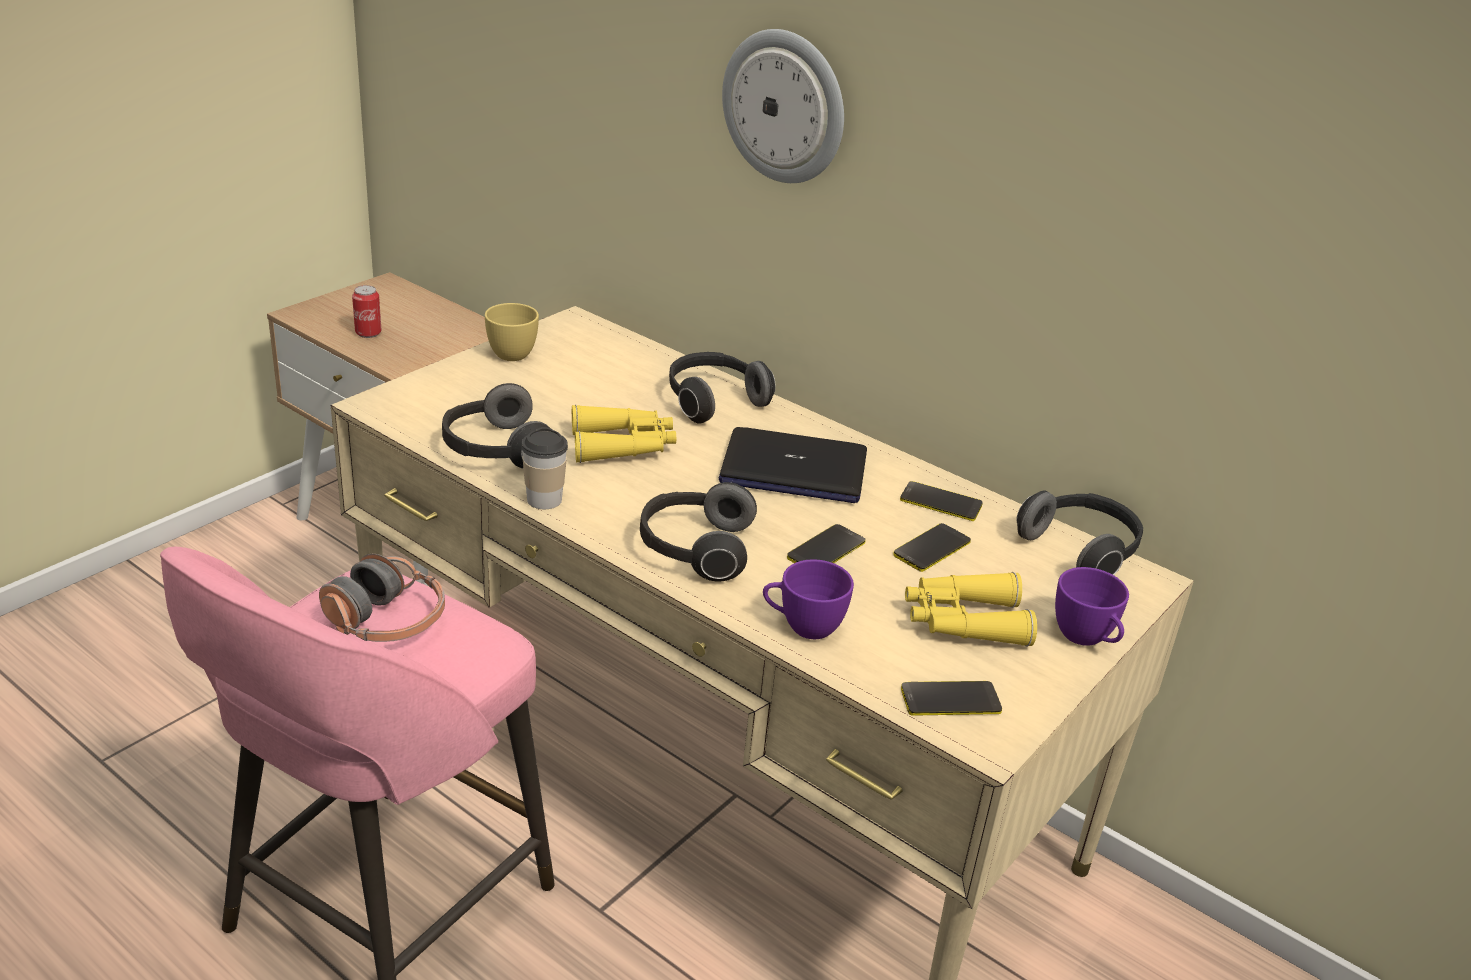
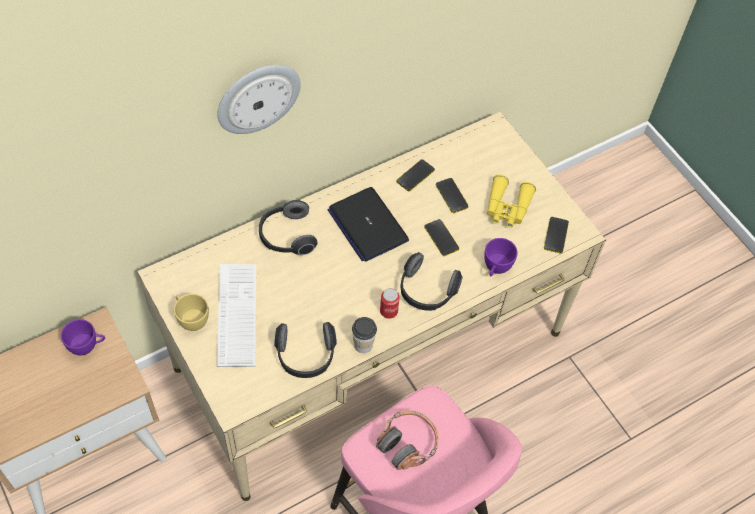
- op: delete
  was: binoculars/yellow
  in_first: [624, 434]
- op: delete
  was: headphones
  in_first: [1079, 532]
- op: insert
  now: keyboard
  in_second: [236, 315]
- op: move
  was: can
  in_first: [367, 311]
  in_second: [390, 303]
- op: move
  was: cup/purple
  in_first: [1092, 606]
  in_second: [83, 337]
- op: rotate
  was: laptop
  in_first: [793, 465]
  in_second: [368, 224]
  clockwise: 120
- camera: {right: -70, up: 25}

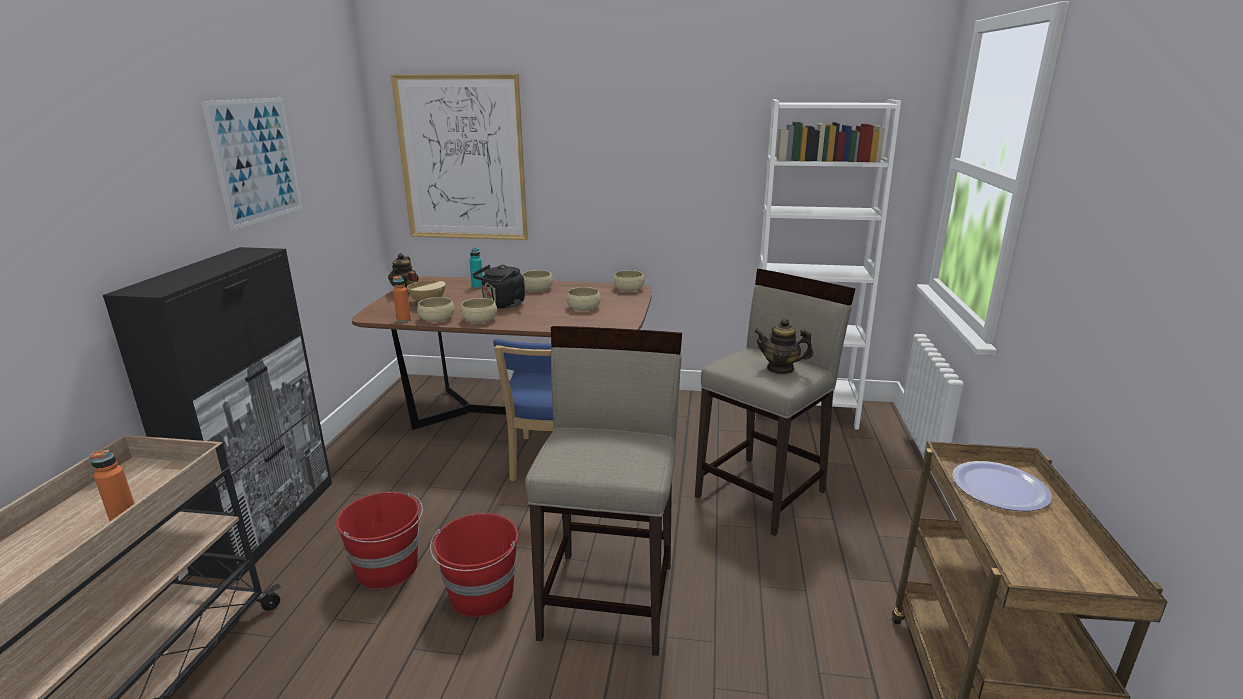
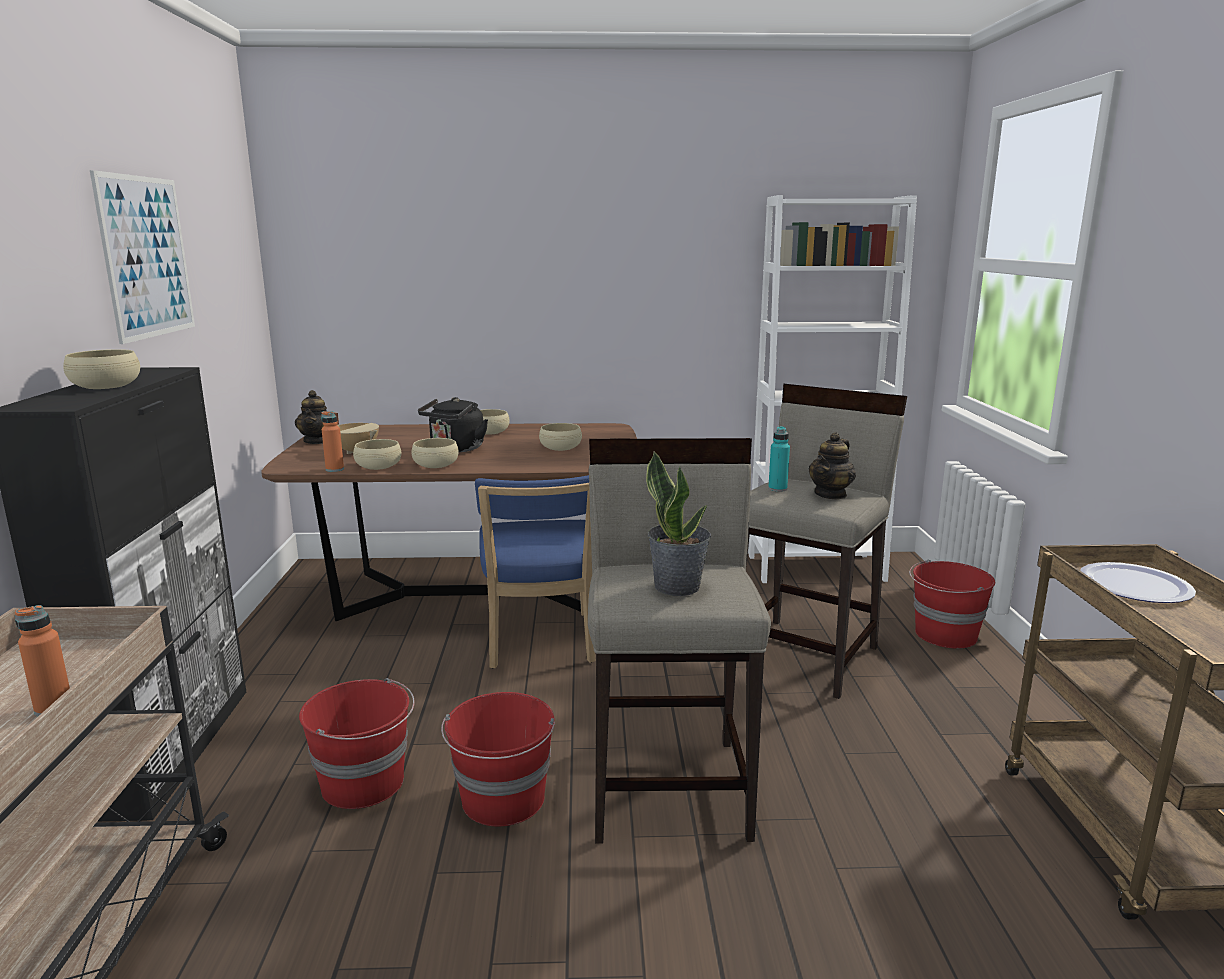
- op: delete
  was: picture
  in_first: [459, 157]
- op: insert
  now: potted plant
  in_second: [678, 523]
- op: insert
  now: bucket/red
  in_second: [952, 603]
- op: move
  was: bottle/turquoise
  in_first: [476, 268]
  in_second: [779, 459]
- op: move
  was: bowl/beige
  in_first: [629, 281]
  in_second: [101, 369]
- op: rotate
  was: teapot
  in_first: [784, 346]
  in_second: [832, 466]
  clockwise: -60
- camera: {right: -10, up: -5}

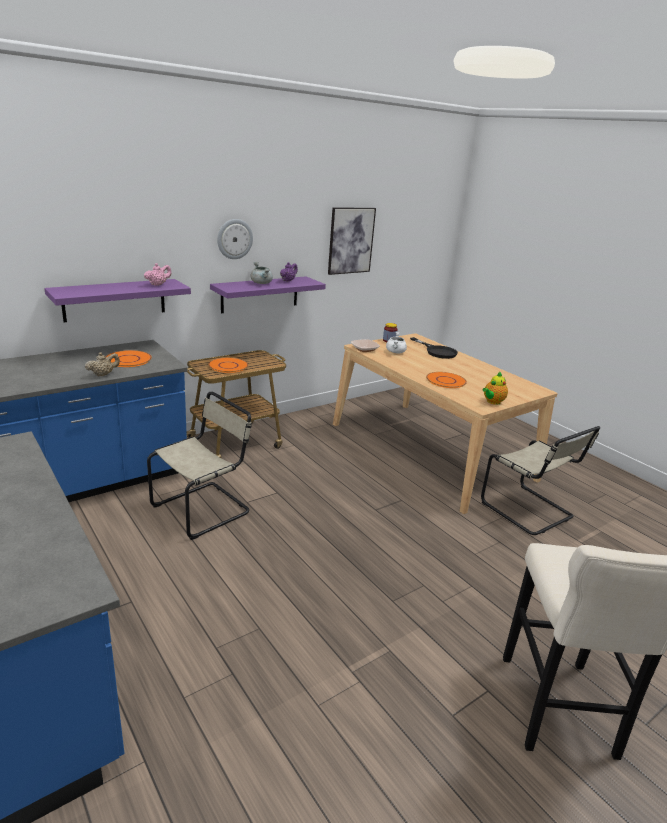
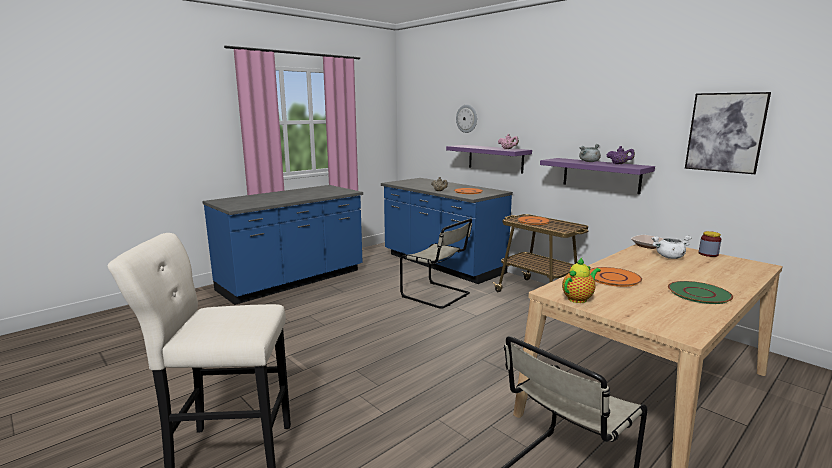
- op: delete
  was: frying pan/black
  in_first: [434, 348]
- op: insert
  now: plate/green
  in_second: [700, 292]
- op: move
  was: wall clock
  in_first: [235, 239]
  in_second: [466, 119]
- op: rotate
  was: teapot
  in_first: [495, 388]
  in_second: [581, 280]
  clockwise: 105
- camera: {right: 85, up: -10}

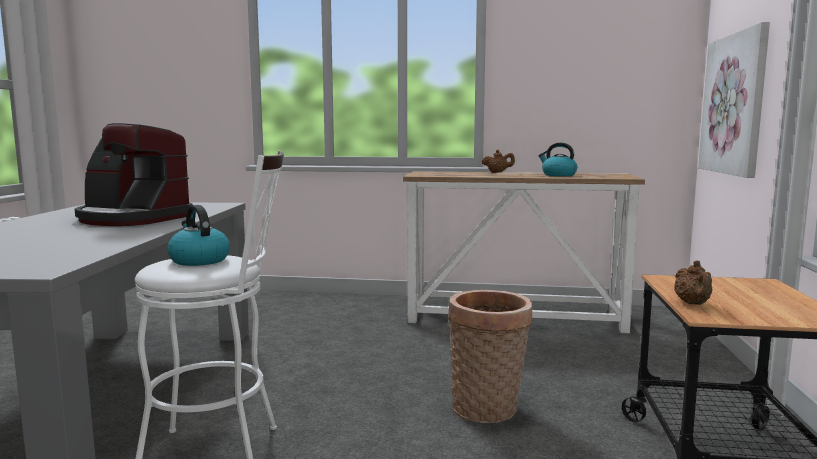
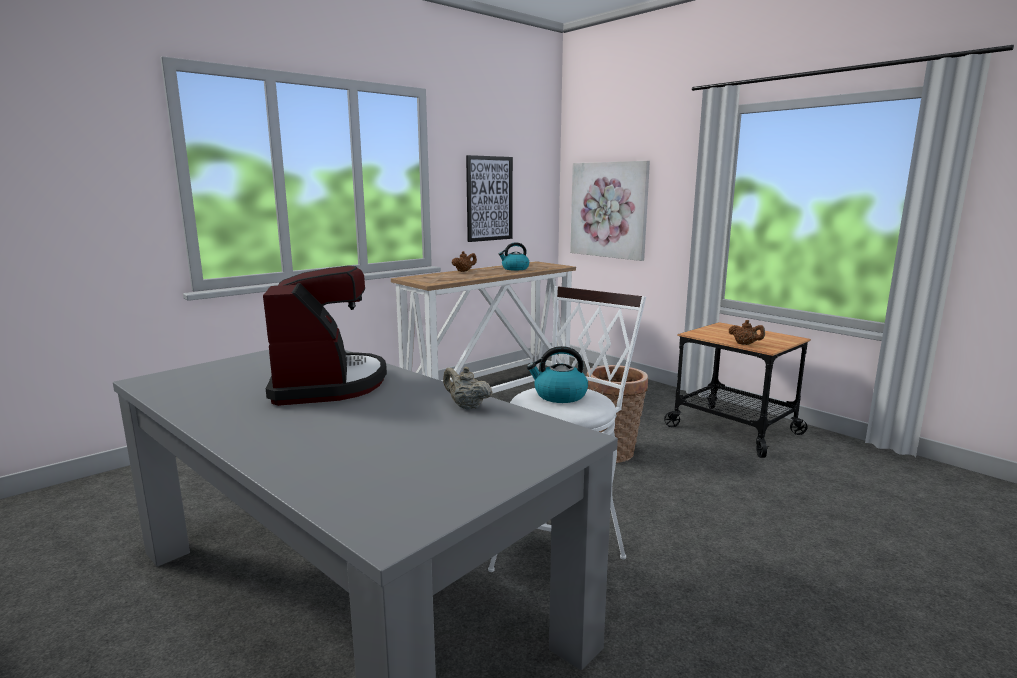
- op: insert
  now: teapot/beige
  in_second: [468, 388]
- op: insert
  now: picture
  in_second: [489, 198]
- op: rotate
  was: coffee machine
  in_first: [134, 174]
  in_second: [325, 336]
  clockwise: -75
- camera: {right: -50, up: 5}

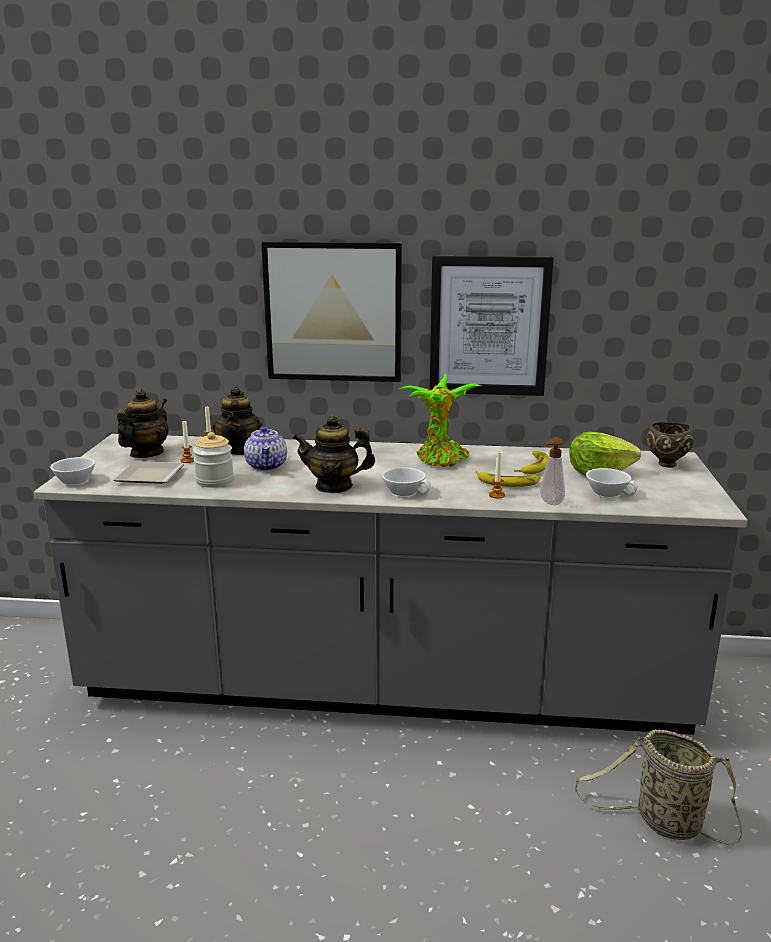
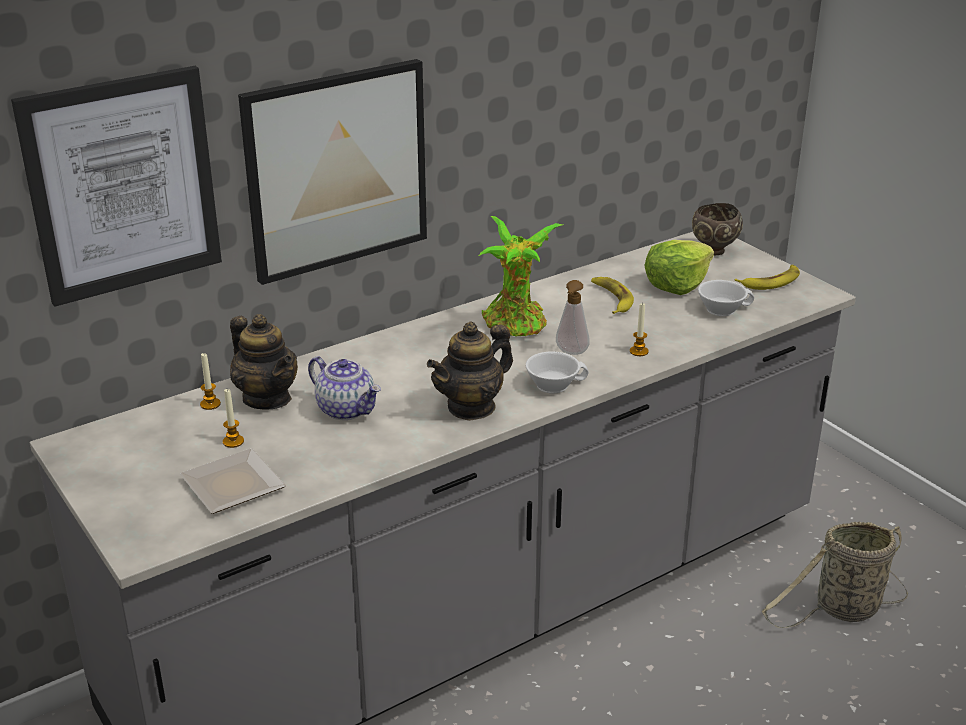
- op: delete
  was: cup/white
  in_first: [72, 471]
- op: delete
  was: teapot
  in_first: [143, 423]
- op: delete
  was: jar
  in_first: [213, 460]
- op: move
  was: picture
  in_first: [492, 326]
  in_second: [116, 186]
- op: move
  was: banana
  in_first: [508, 479]
  in_second: [767, 277]
- op: move
  was: soap dispenser
  in_first: [552, 471]
  in_second: [572, 317]
- camera: {right: -40, up: 10}

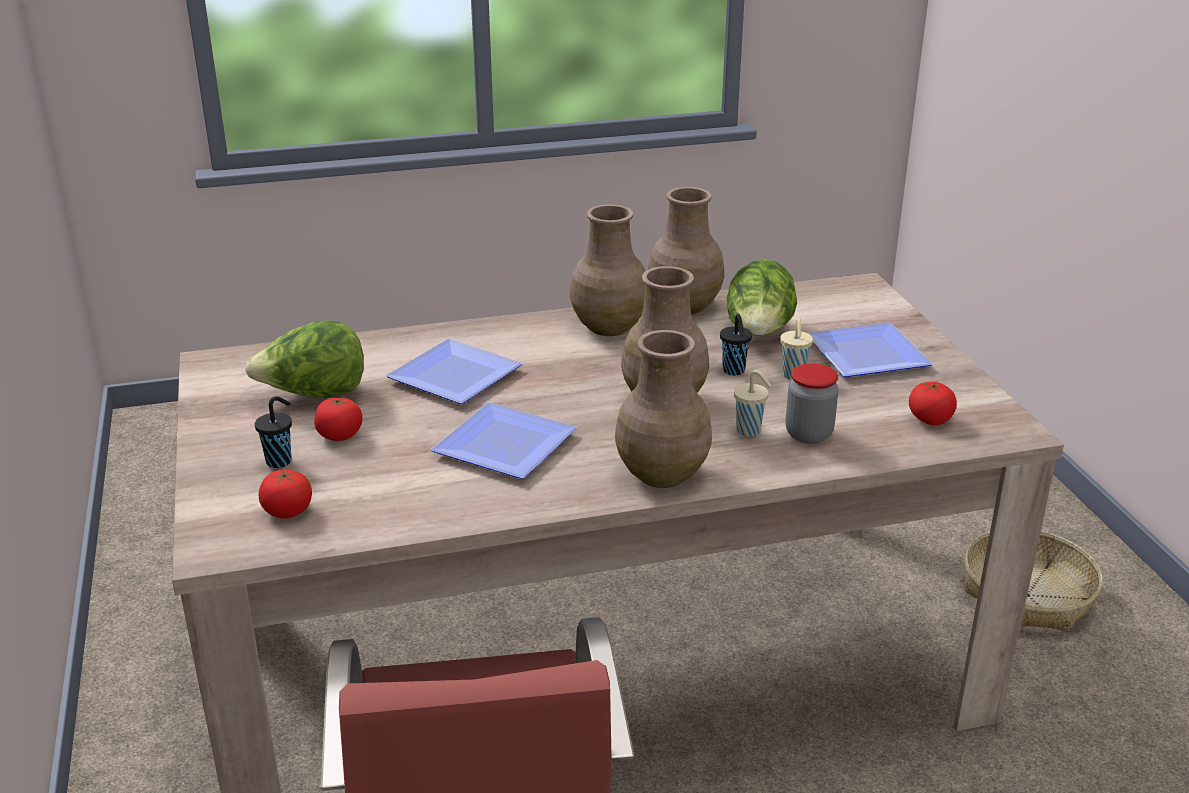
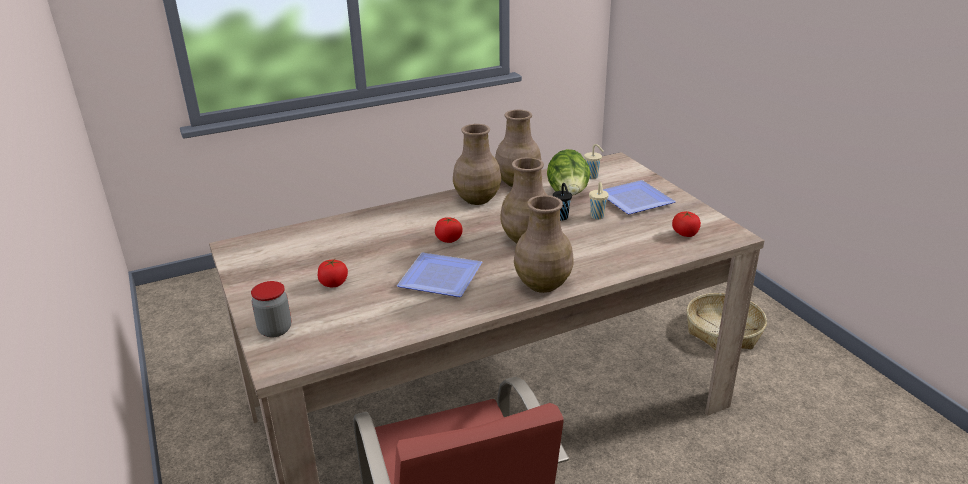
- op: delete
  was: lettuce
  in_first: [304, 359]
- op: delete
  was: cup/black
  in_first: [273, 432]
- op: delete
  was: plate
  in_first: [454, 371]
- op: move
  was: tomato
  in_first: [285, 494]
  in_second: [448, 230]
- op: move
  was: cup/beige
  in_first: [752, 403]
  in_second: [594, 161]
- op: move
  was: jar
  in_first: [812, 403]
  in_second: [271, 309]
- camera: {right: -10, up: 0}

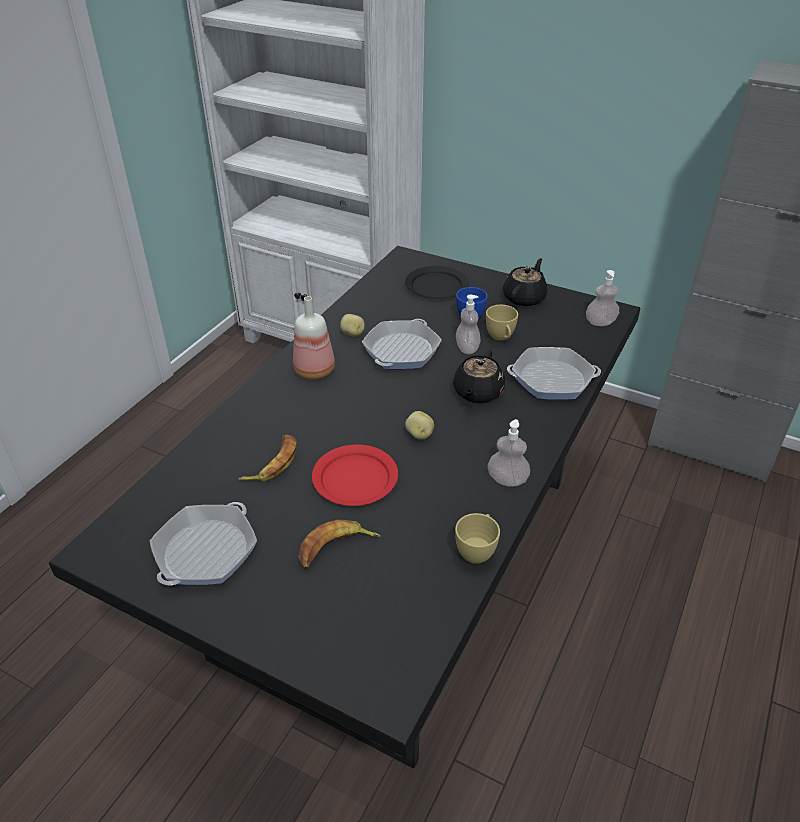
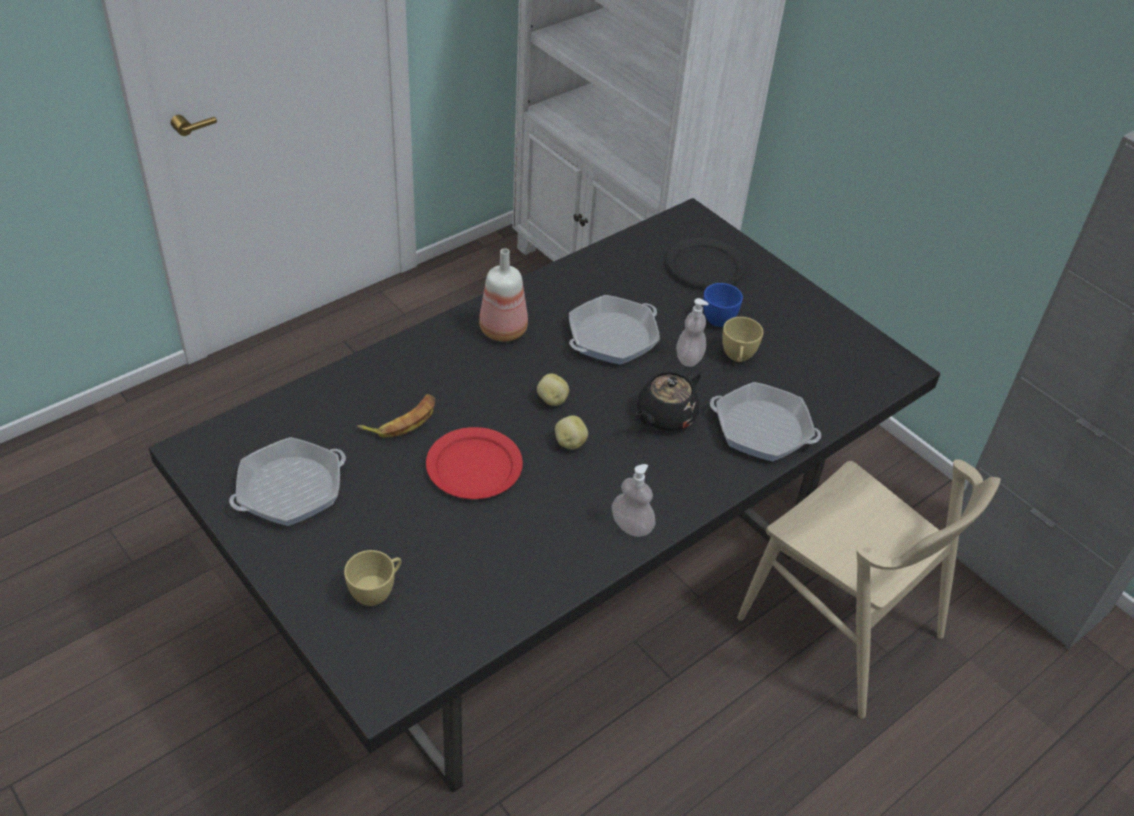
- op: delete
  was: banana
  in_first: [339, 544]
- op: delete
  was: teapot/black
  in_first: [525, 282]
- op: delete
  was: soap dispenser
  in_first: [602, 298]
- op: insert
  now: chair/beige
  in_second: [869, 588]
- op: move
  was: potato
  in_first: [352, 325]
  in_second: [553, 389]
- op: move
  was: cup/yellow
  in_first: [477, 538]
  in_second: [372, 578]
- camera: {right: 20, up: 5}

